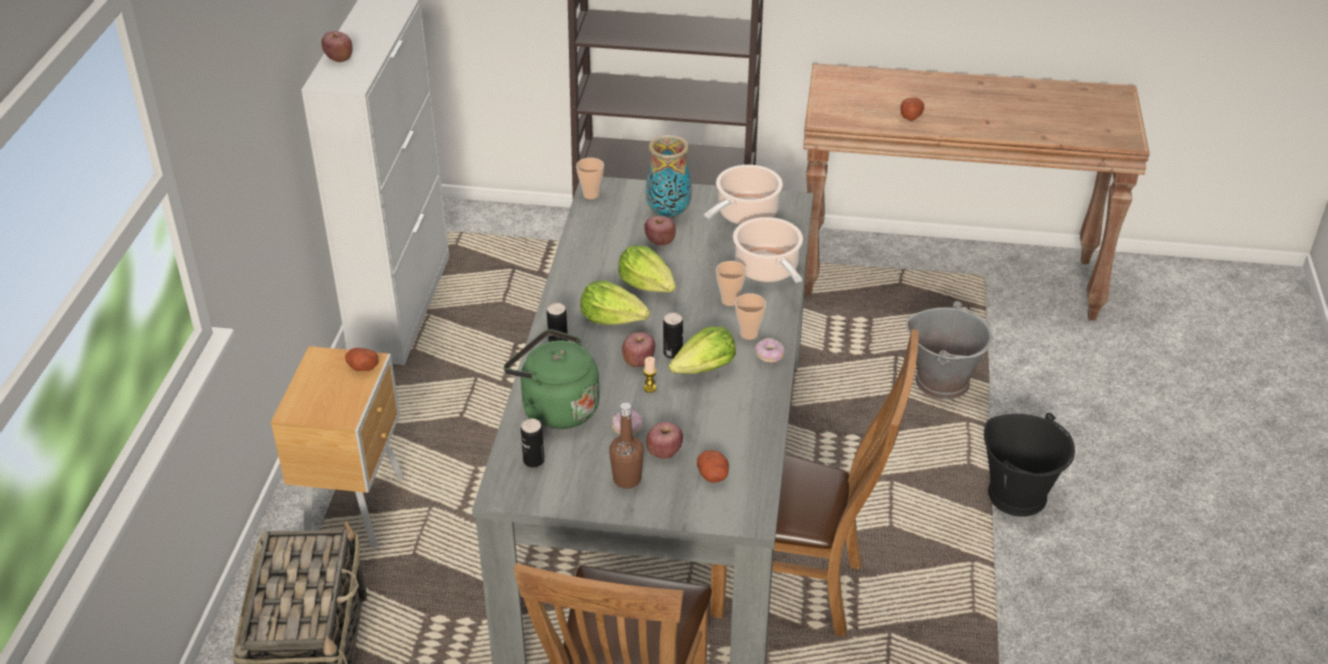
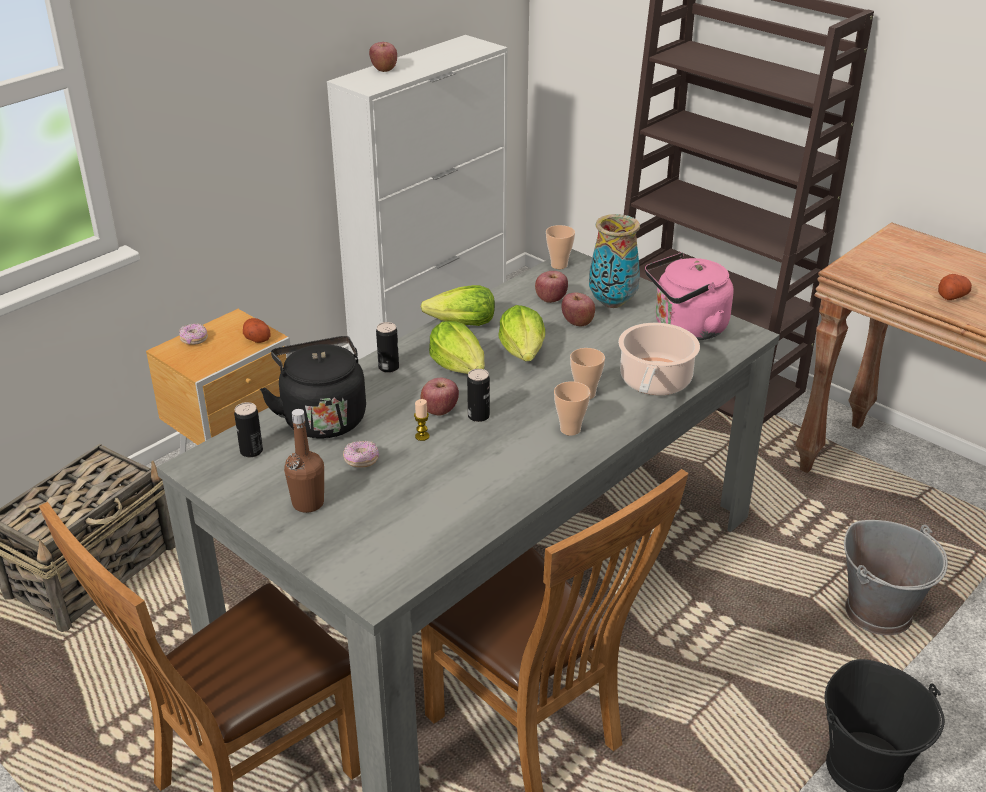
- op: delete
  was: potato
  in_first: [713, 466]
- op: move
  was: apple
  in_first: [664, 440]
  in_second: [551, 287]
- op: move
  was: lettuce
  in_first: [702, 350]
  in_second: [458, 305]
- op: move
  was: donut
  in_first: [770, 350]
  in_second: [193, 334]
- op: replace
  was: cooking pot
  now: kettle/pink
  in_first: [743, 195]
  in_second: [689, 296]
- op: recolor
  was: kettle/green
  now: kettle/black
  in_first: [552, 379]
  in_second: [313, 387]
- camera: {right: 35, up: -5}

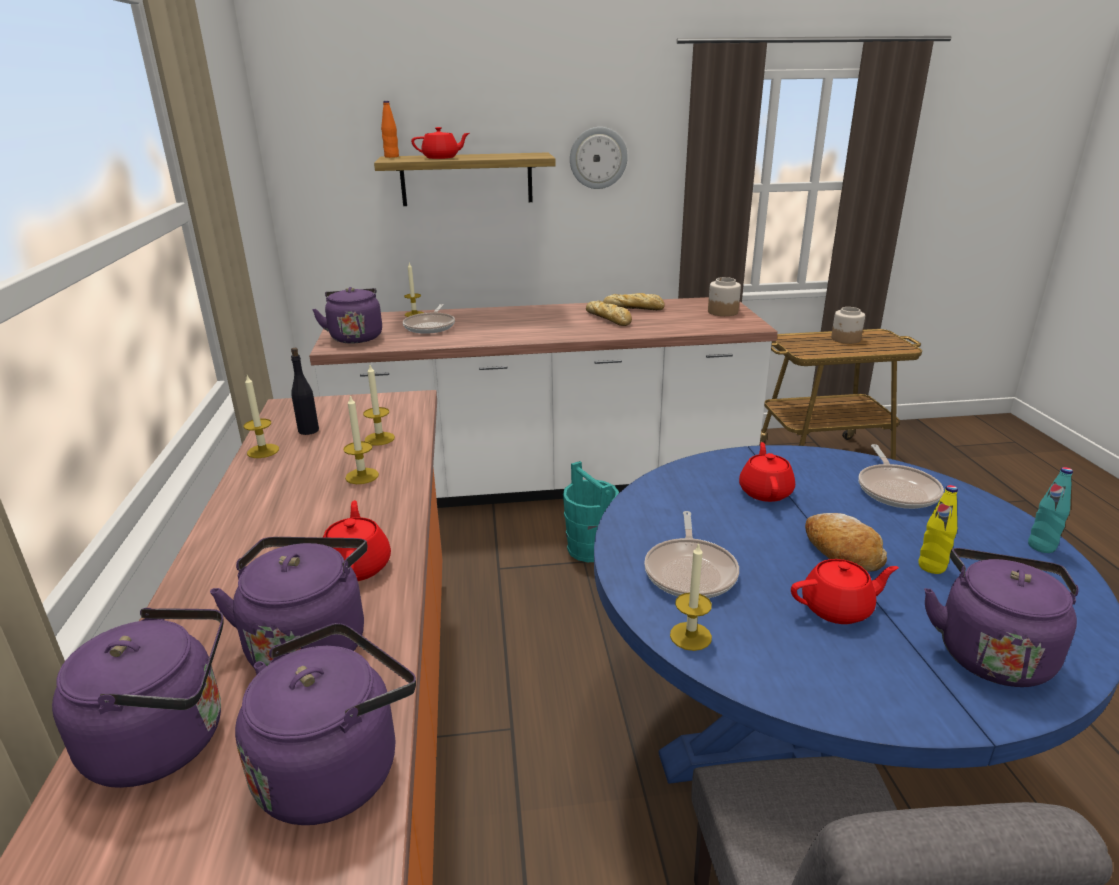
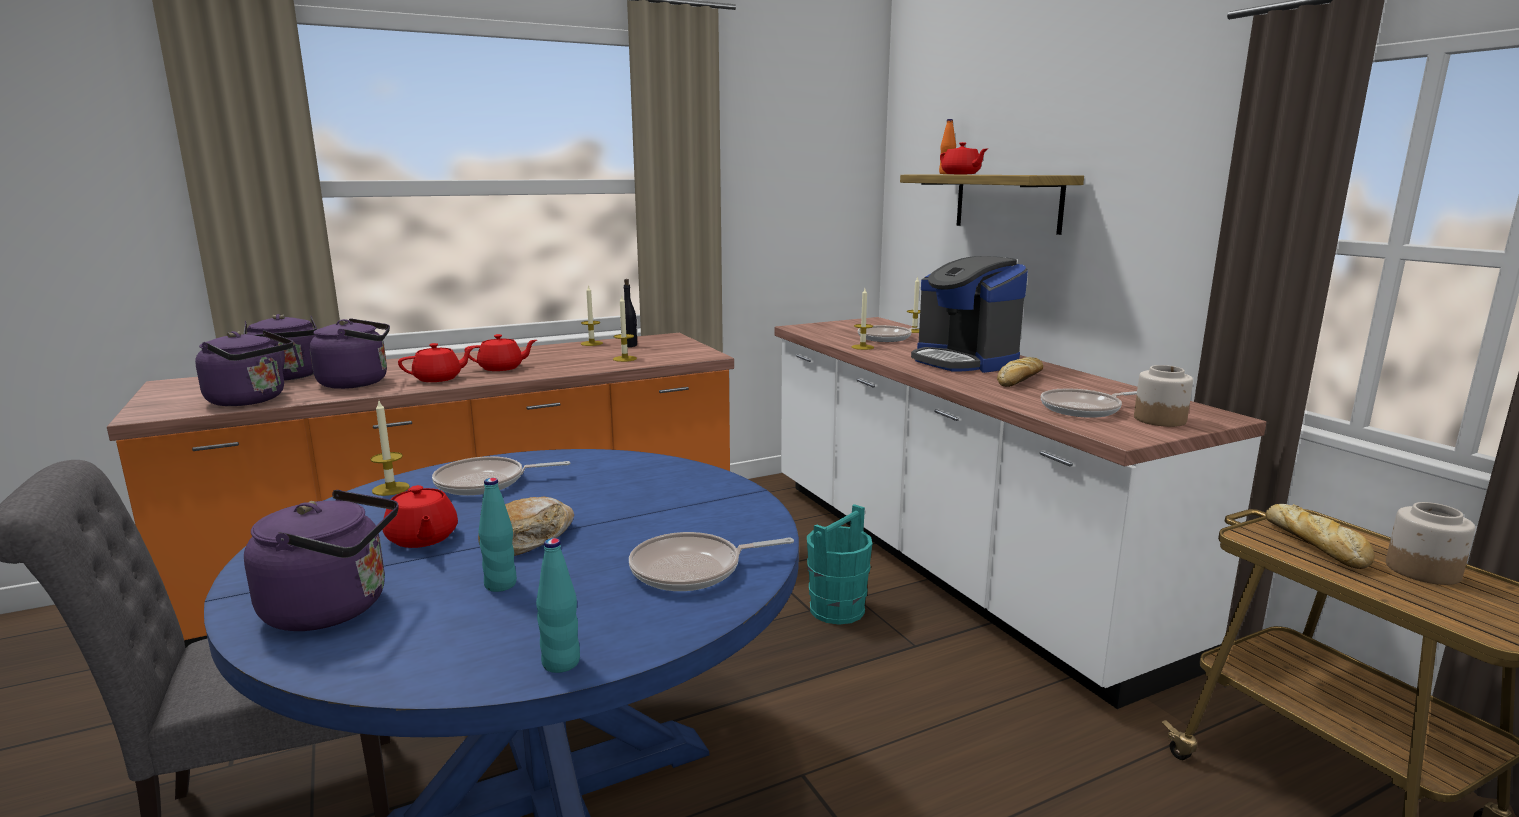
- op: delete
  was: kettle/purple
  in_first: [347, 315]
- op: delete
  was: wall clock
  in_first: [599, 158]
- op: insert
  now: coffee machine
  in_second: [969, 314]
- op: insert
  now: frying pan
  in_second: [1089, 403]
- op: move
  was: candle
  in_first: [361, 439]
  in_second: [863, 319]
- op: move
  was: bread
  in_first: [634, 301]
  in_second: [1320, 536]
- op: move
  was: teapot/red
  in_first: [767, 472]
  in_second: [500, 352]
- op: recolor
  was: bottle/yellow
  now: bottle/turquoise
  in_first: [938, 529]
  in_second: [498, 535]
- camera: {right: 70, up: -10}

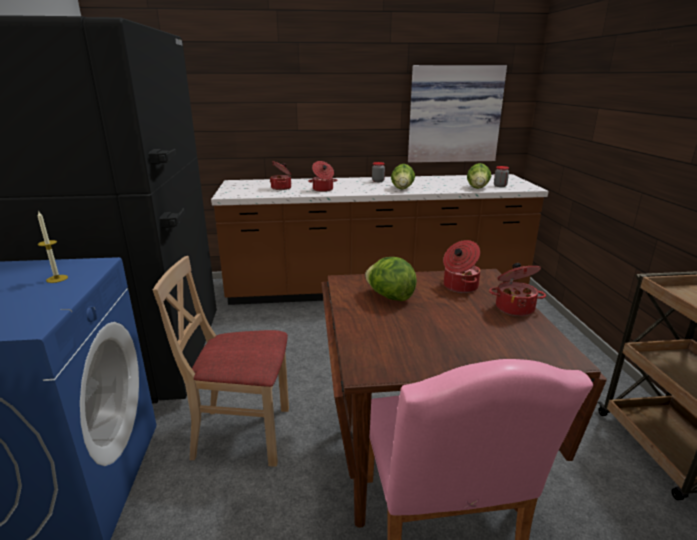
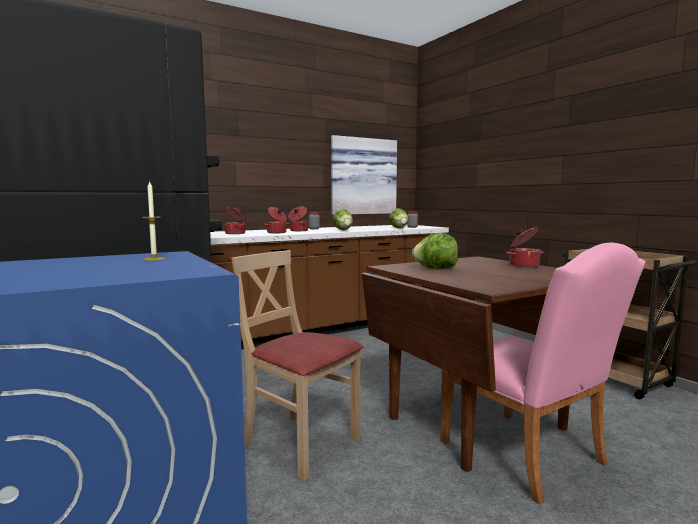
- op: move
  was: cooking pot
  in_first: [461, 266]
  in_second: [298, 218]
- op: rotate
  was: chair/beige
  in_first: [221, 361]
  in_second: [297, 365]
  clockwise: 60
- camera: {right: -25, up: -15}

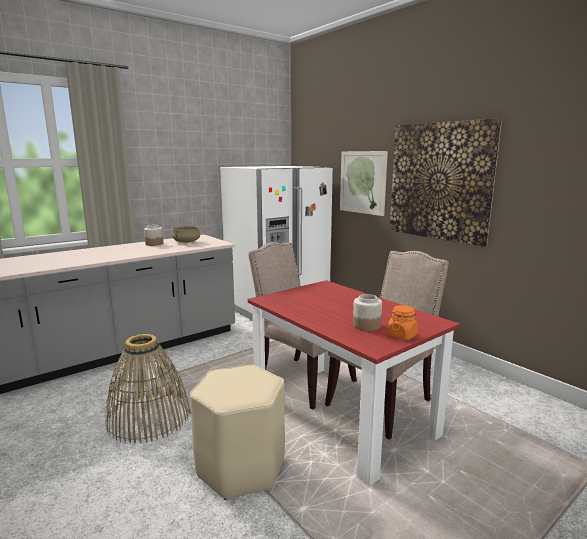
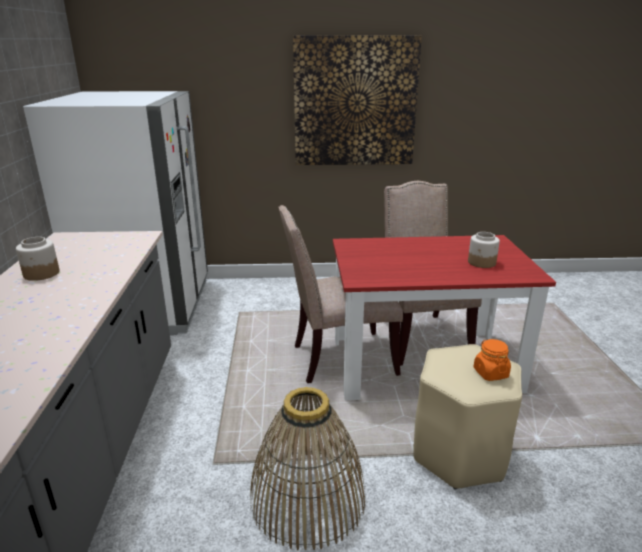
- op: delete
  was: cooking pot/beige
  in_first: [186, 234]
- op: delete
  was: picture
  in_first: [364, 183]
- op: move
  was: jar/orange
  in_first: [402, 322]
  in_second: [492, 360]
- camera: {right: -55, up: 10}

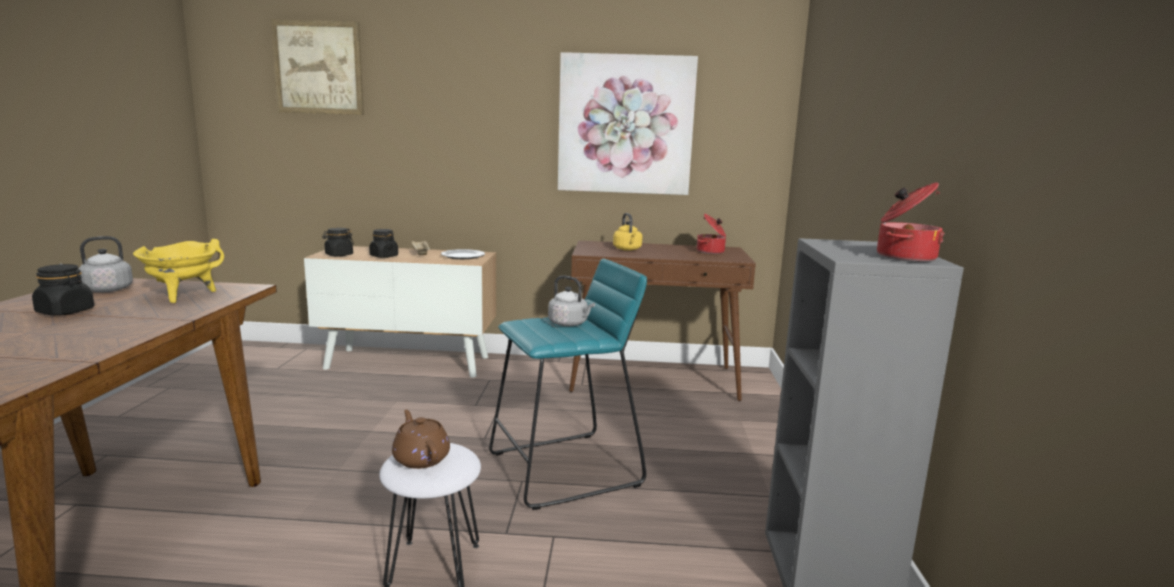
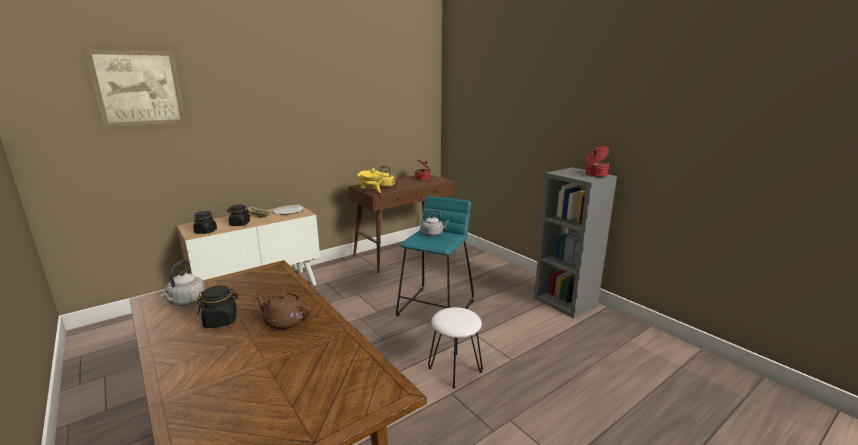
- op: delete
  was: picture
  in_first: [628, 123]
- op: move
  was: cooking pot/yellow
  in_first: [178, 271]
  in_second: [371, 180]
- op: move
  was: teapot/brown
  in_first: [421, 439]
  in_second: [282, 311]
- camera: {right: -40, up: 5}

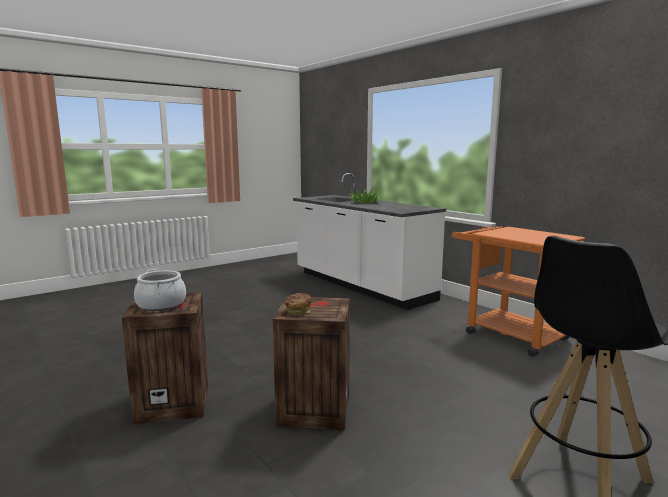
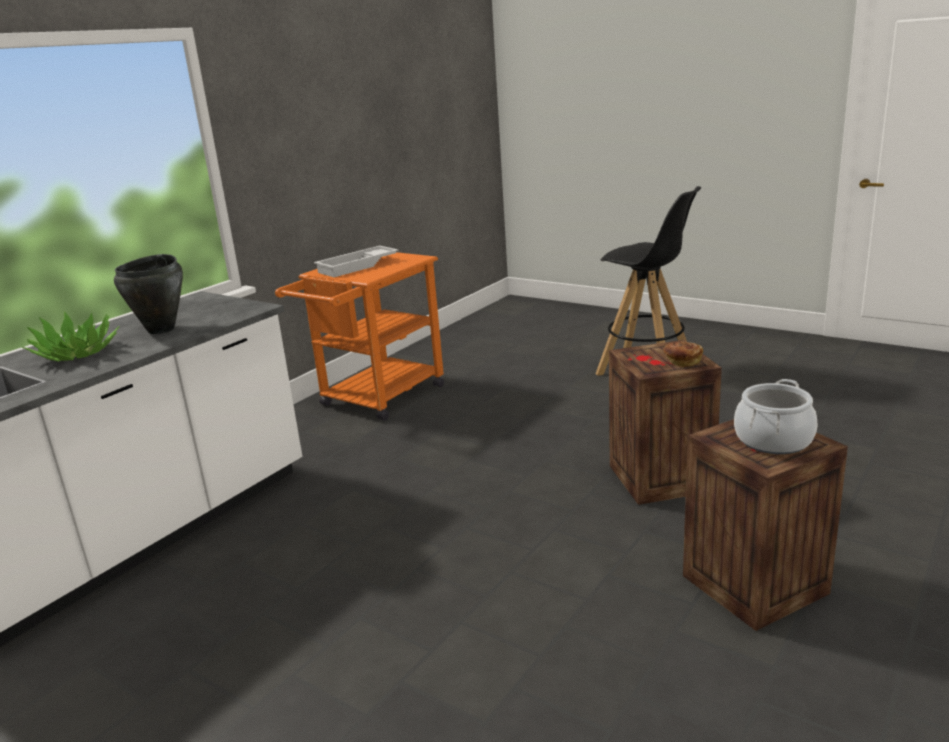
- op: insert
  now: cooking pot/black
  in_second: [148, 294]
- op: insert
  now: tray/white
  in_second: [356, 261]
- camera: {right: -105, up: 10}

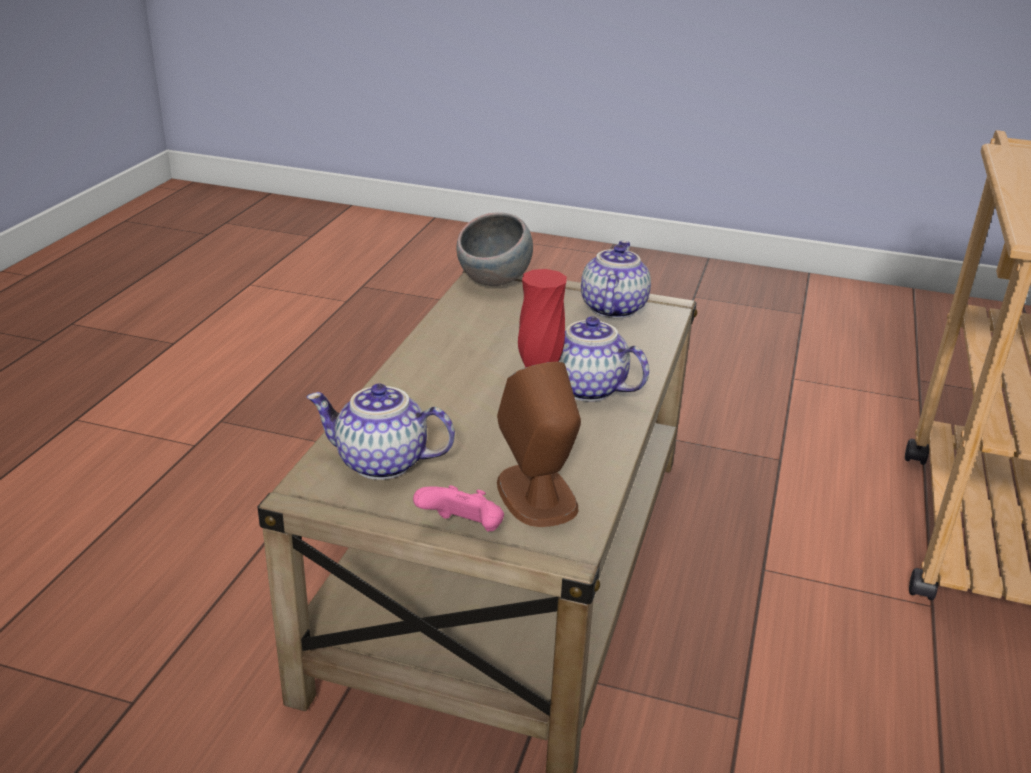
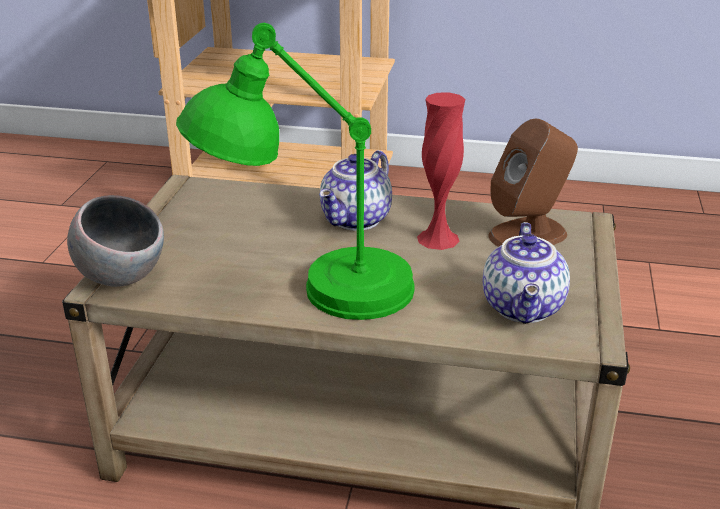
- op: delete
  was: game controller/pink
  in_first: [458, 508]
- op: delete
  was: teapot
  in_first: [616, 280]
- op: insert
  now: table lamp/green
  in_second: [295, 171]
- camera: {right: -95, up: 0}

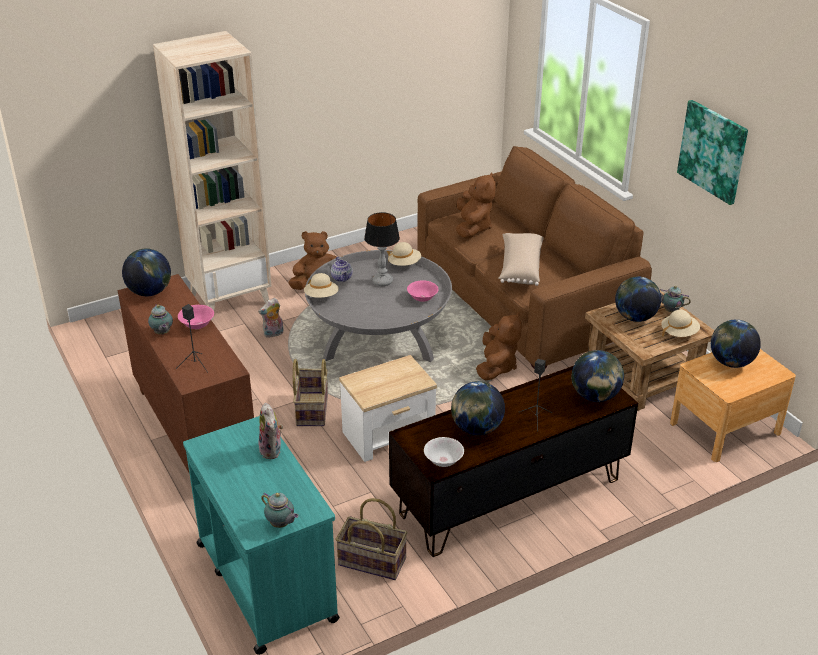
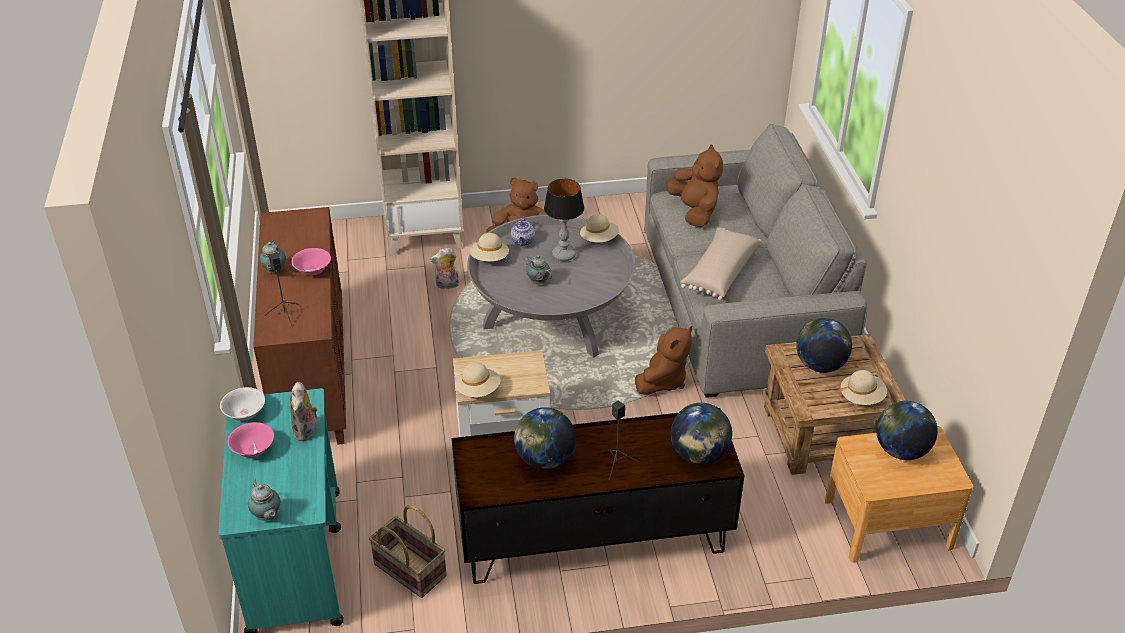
- op: delete
  was: globe
  in_first: [146, 272]
- op: delete
  was: basket
  in_first: [310, 392]
- op: delete
  was: picture
  in_first: [712, 152]
- op: insert
  now: hat/beige
  in_second: [478, 379]
- op: move
  was: bowl/pink
  in_first: [423, 291]
  in_second: [251, 439]
- op: move
  was: bowl/white
  in_first: [444, 452]
  in_second: [242, 404]
- op: move
  was: teapot
  in_first: [675, 299]
  in_second: [538, 269]
- op: recolor
  was: sofa/brown
  now: sofa/grey
  in_first: [534, 257]
  in_second: [755, 261]
- op: rotate
  was: plush toy/brown
  in_first: [476, 205]
  in_second: [694, 186]
  clockwise: -45
- camera: {right: 20, up: 5}

